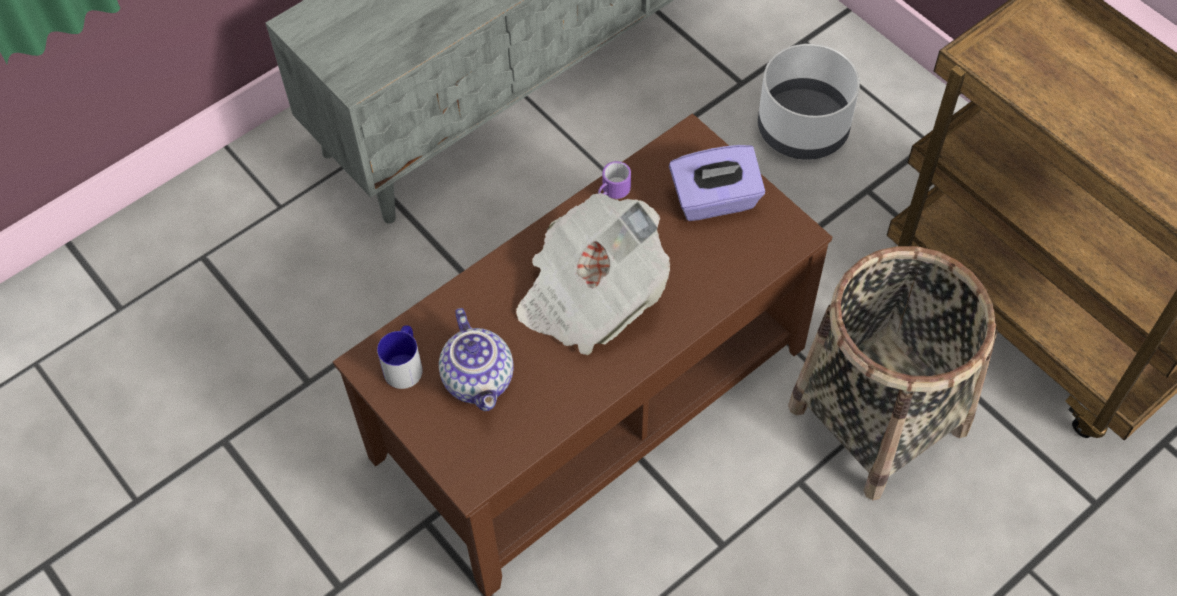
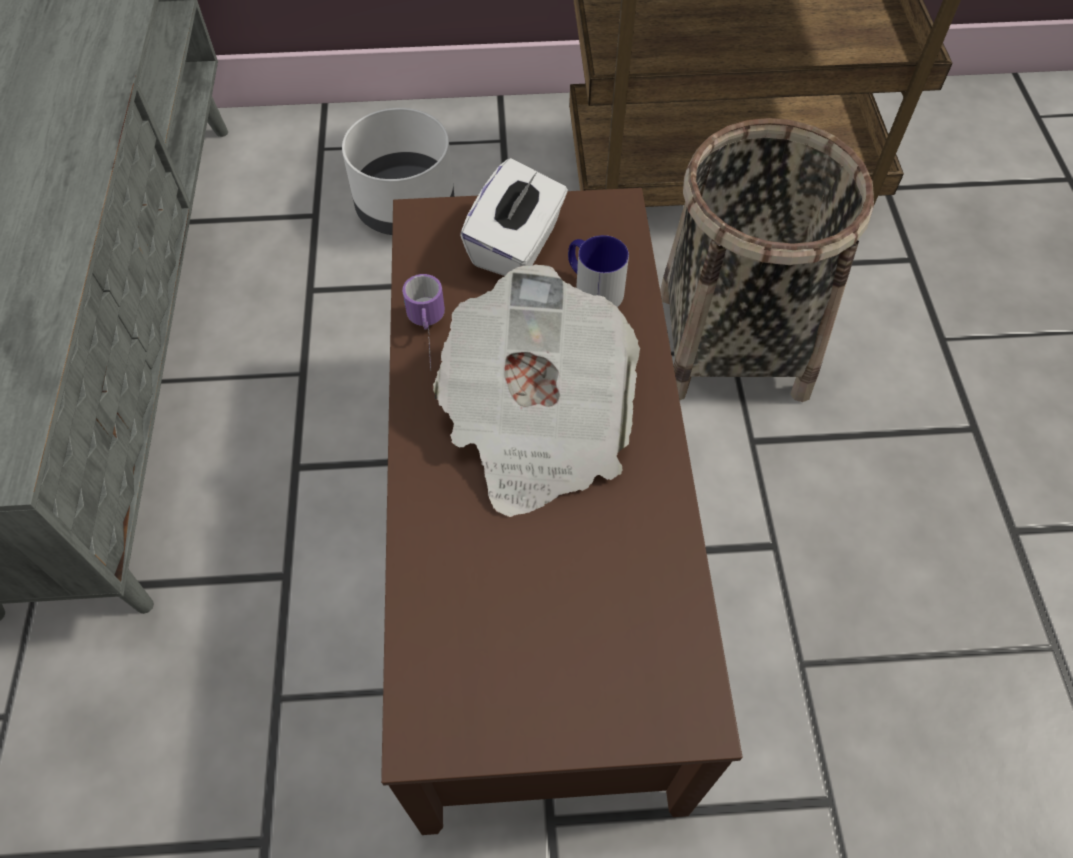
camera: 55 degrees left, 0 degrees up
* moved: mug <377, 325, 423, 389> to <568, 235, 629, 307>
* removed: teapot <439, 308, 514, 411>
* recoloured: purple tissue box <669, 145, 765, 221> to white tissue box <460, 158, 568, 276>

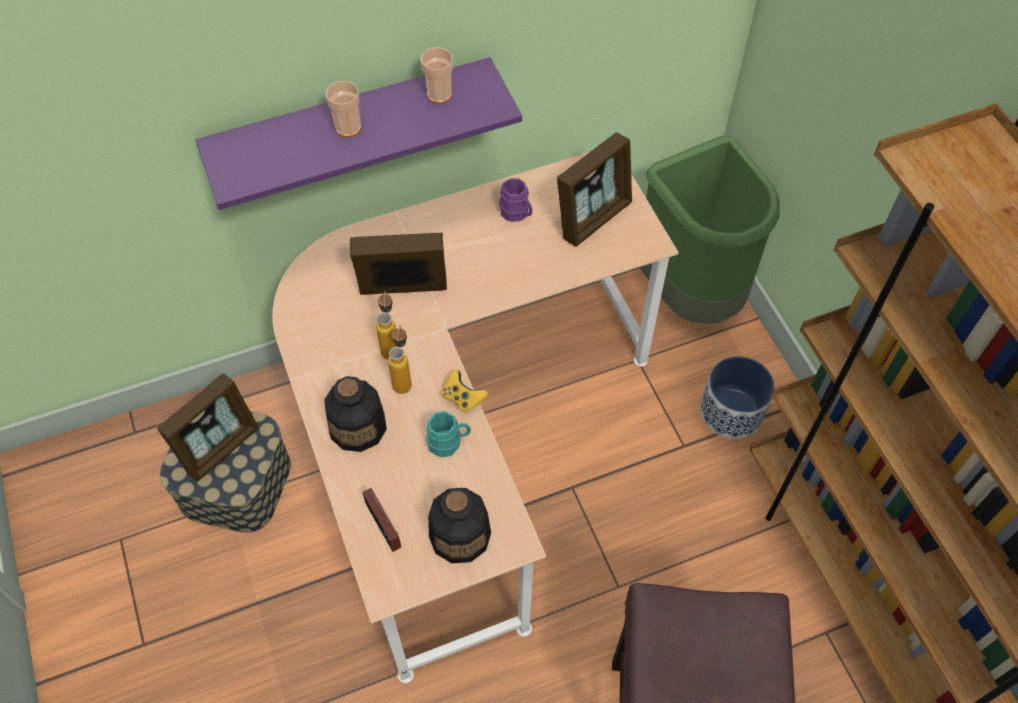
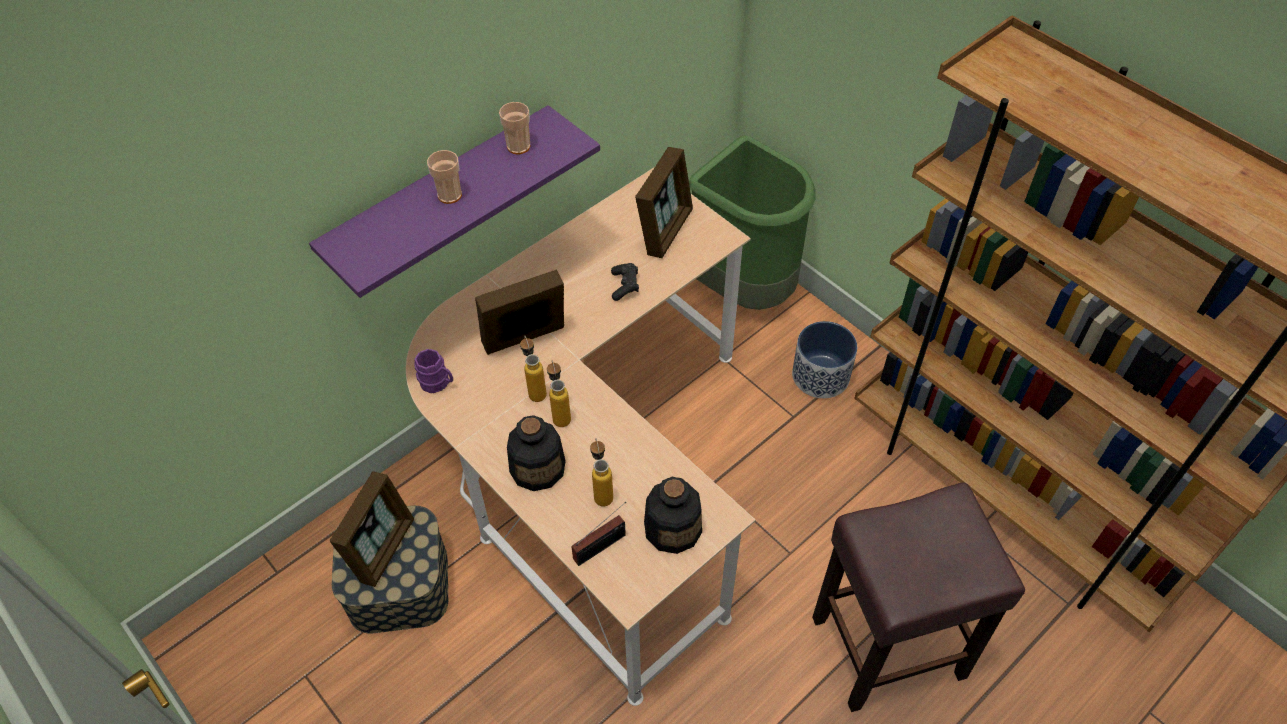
camera: 20 degrees left, 5 degrees down
* turned: radio <363, 488, 401, 552> = <571, 502, 626, 566> 75 degrees counterclockwise
* removed: turquoise mug <426, 411, 471, 457>
* removed: yellow game controller <442, 369, 488, 412>
* moved: purple mug <499, 178, 532, 222> to <414, 349, 453, 393>
* added: bottle <590, 438, 613, 507>
* added: black game controller <611, 263, 639, 301>

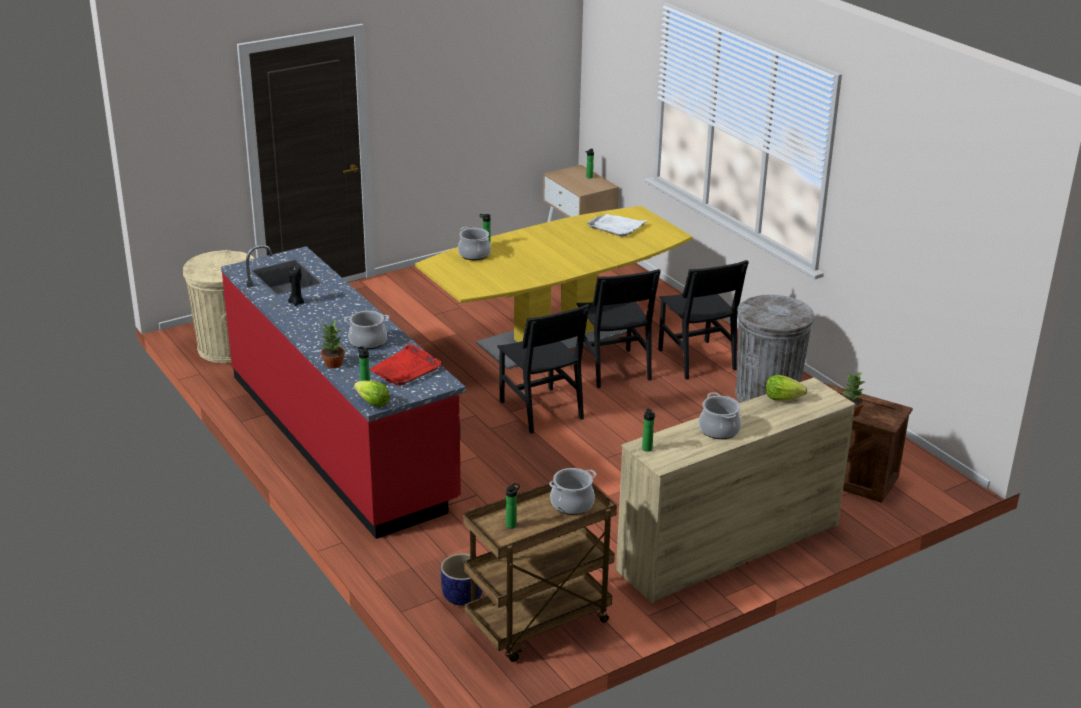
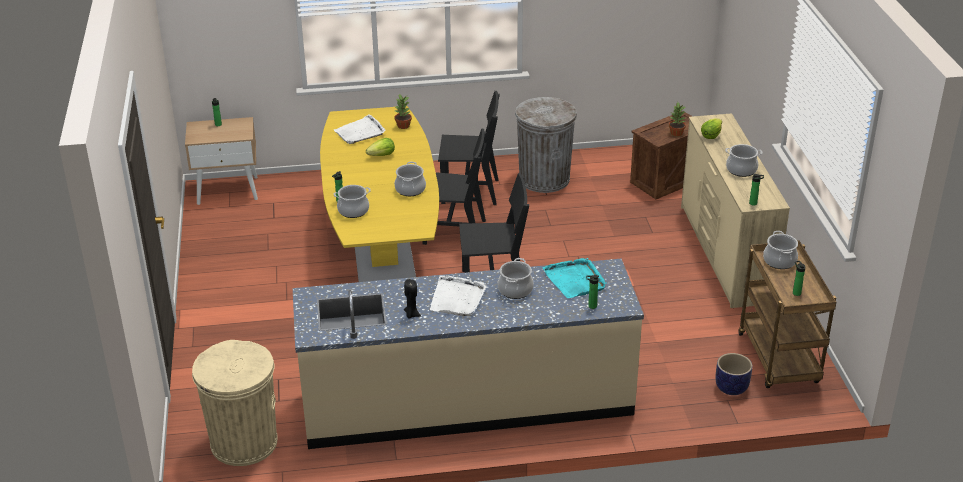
camera: 65 degrees left, 5 degrees up
* recoloured: red counter <221, 245, 466, 539> to beige counter <293, 259, 644, 449>
* moved: potted plant <320, 321, 345, 368> to <394, 94, 412, 129>
* moved: lettuce <354, 381, 390, 407> to <366, 138, 395, 156>
* recoloured: red tray <369, 344, 441, 386> to turquoise tray <543, 258, 607, 298>
* added: cooking pot <395, 162, 426, 196>
* added: white tray <430, 275, 487, 316>

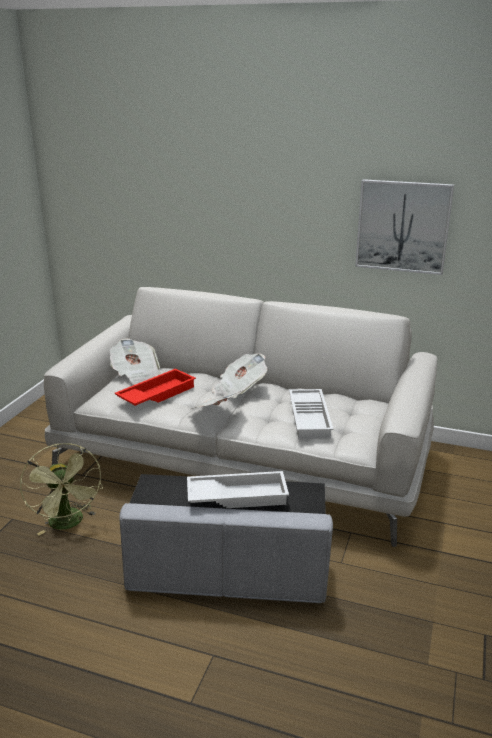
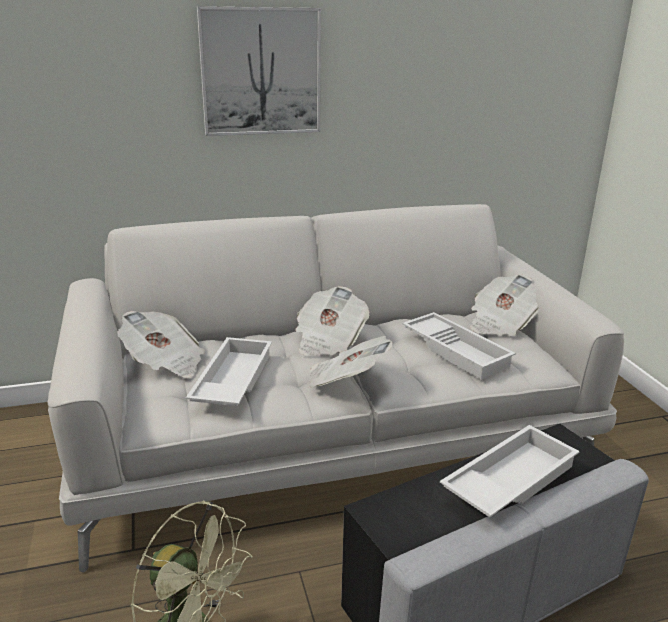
camera: 35 degrees left, 0 degrees up
* recoloured: red tray <114, 369, 196, 406> to white tray <186, 337, 272, 406>
* moved: picture <355, 179, 454, 275> to <197, 6, 321, 136>
* added: newspaper <470, 274, 539, 336>

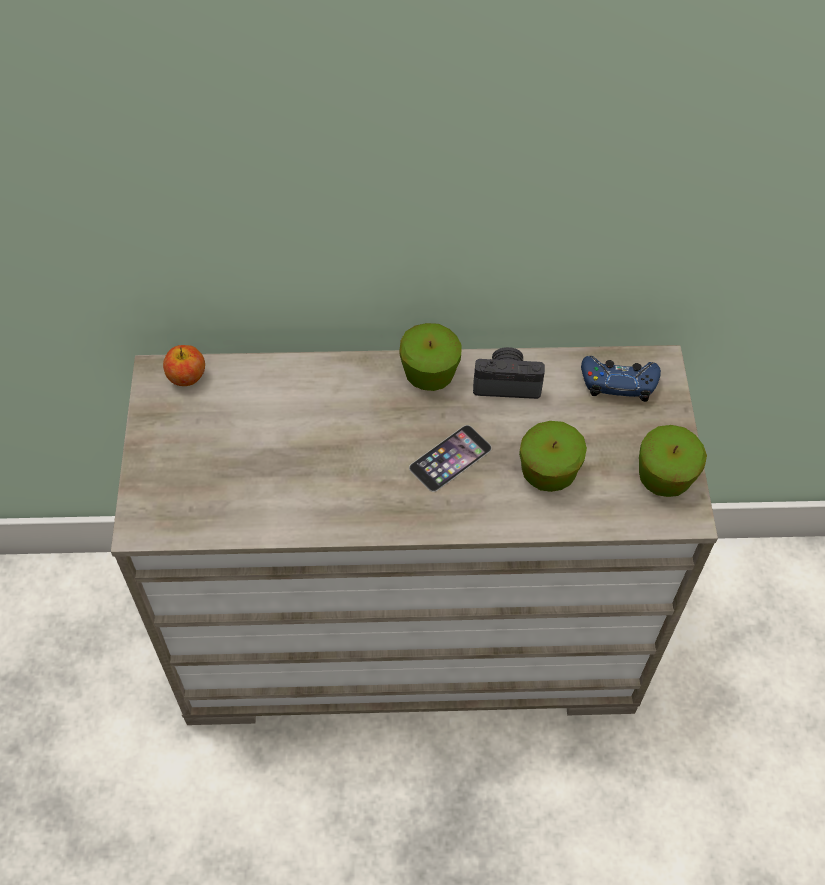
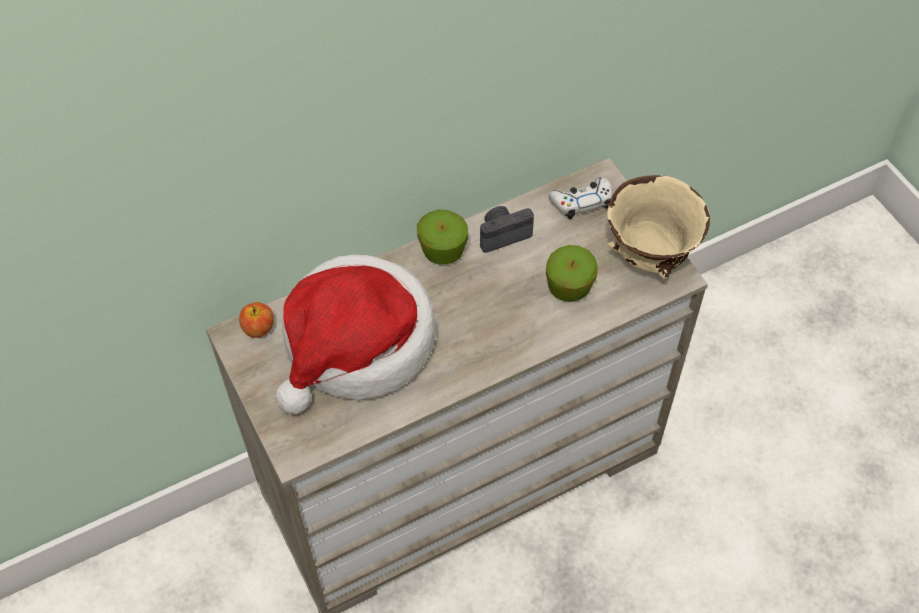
camera: 25 degrees left, 0 degrees up
* removed: phone <409, 425, 492, 492>
* recoloured: blue game controller <581, 356, 661, 402> to white game controller <548, 177, 613, 219>
* replaced: apple <639, 425, 707, 497> to beige bowl <607, 175, 710, 279>
* added: hat <275, 255, 436, 415>

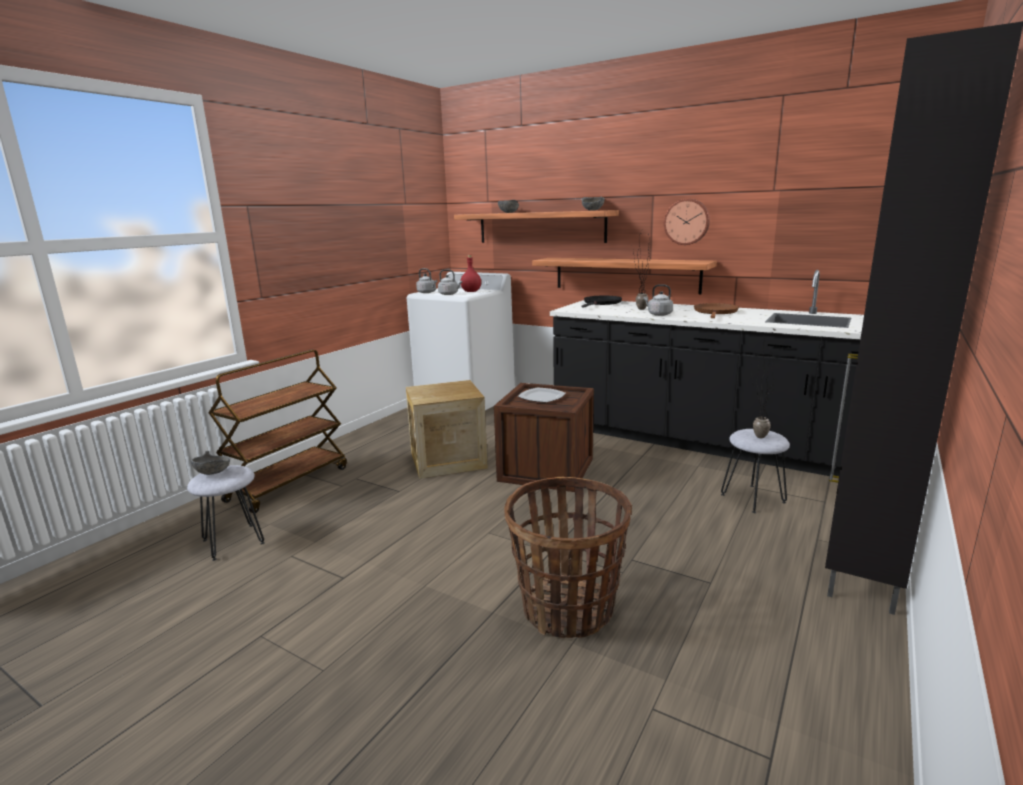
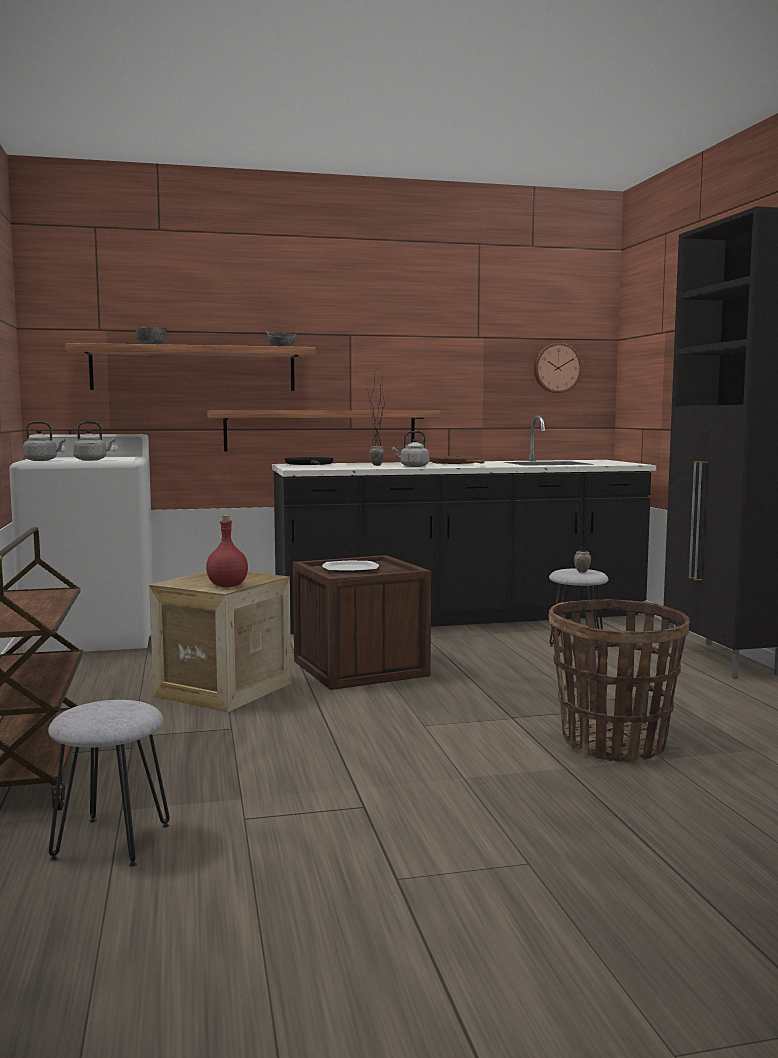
camera: 45 degrees left, 10 degrees down
* removed: grey bowl <191, 451, 230, 475>
* moved: red bottle <461, 255, 481, 292> to <206, 515, 248, 587>
* moved: wall clock <664, 199, 710, 245> to <534, 343, 582, 393>

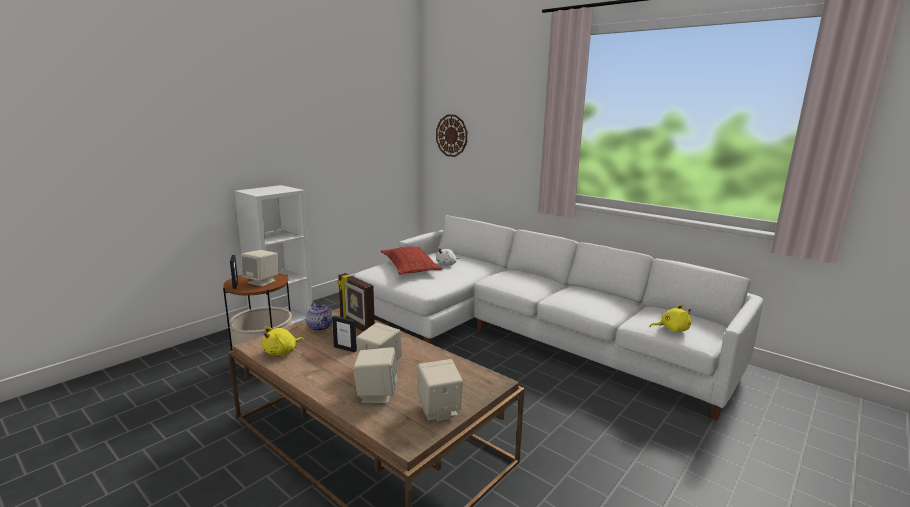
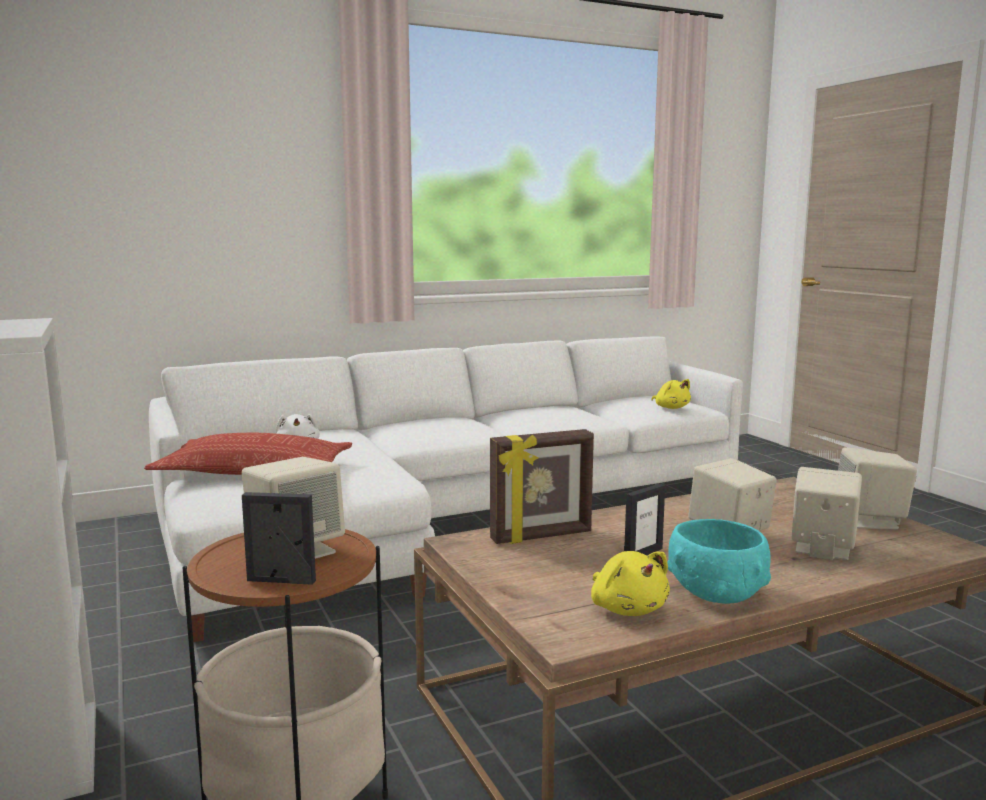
camera: 65 degrees left, 5 degrees down
* removed: teapot <306, 303, 333, 331>
* removed: wall clock <436, 114, 467, 157>
* turned: yellow plush toy <650, 305, 691, 332> = <651, 379, 691, 409> 120 degrees clockwise
* added: turquoise bowl <667, 519, 771, 604>

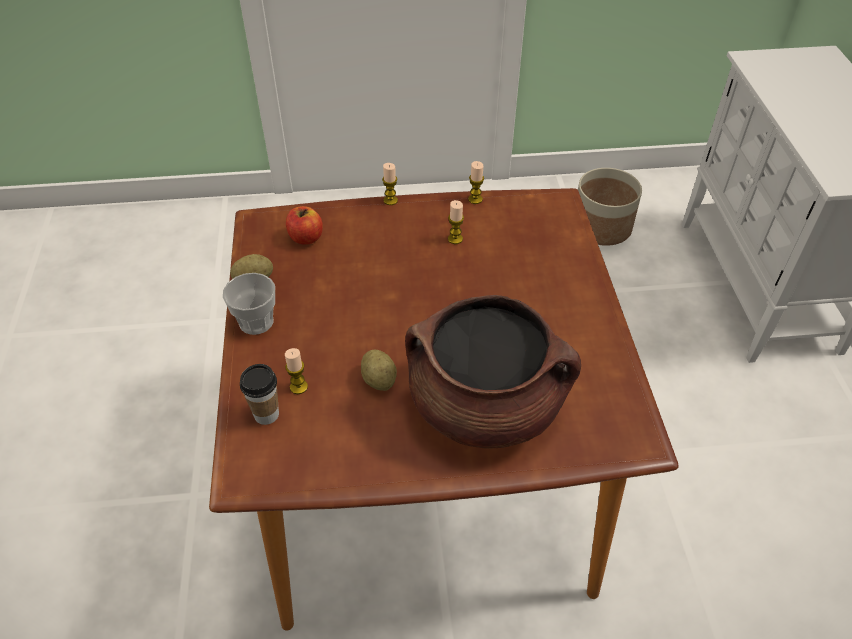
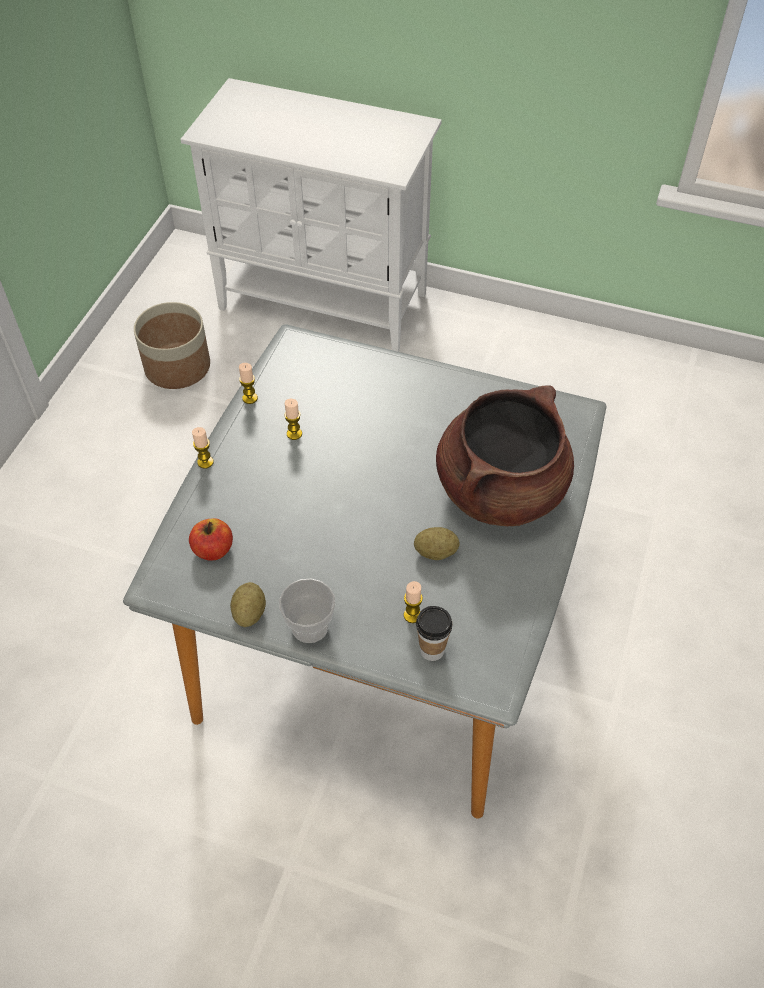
camera: 65 degrees left, 5 degrees up
* recoloured: brown dining table <209, 188, 679, 631> to grey dining table <123, 324, 606, 818>

